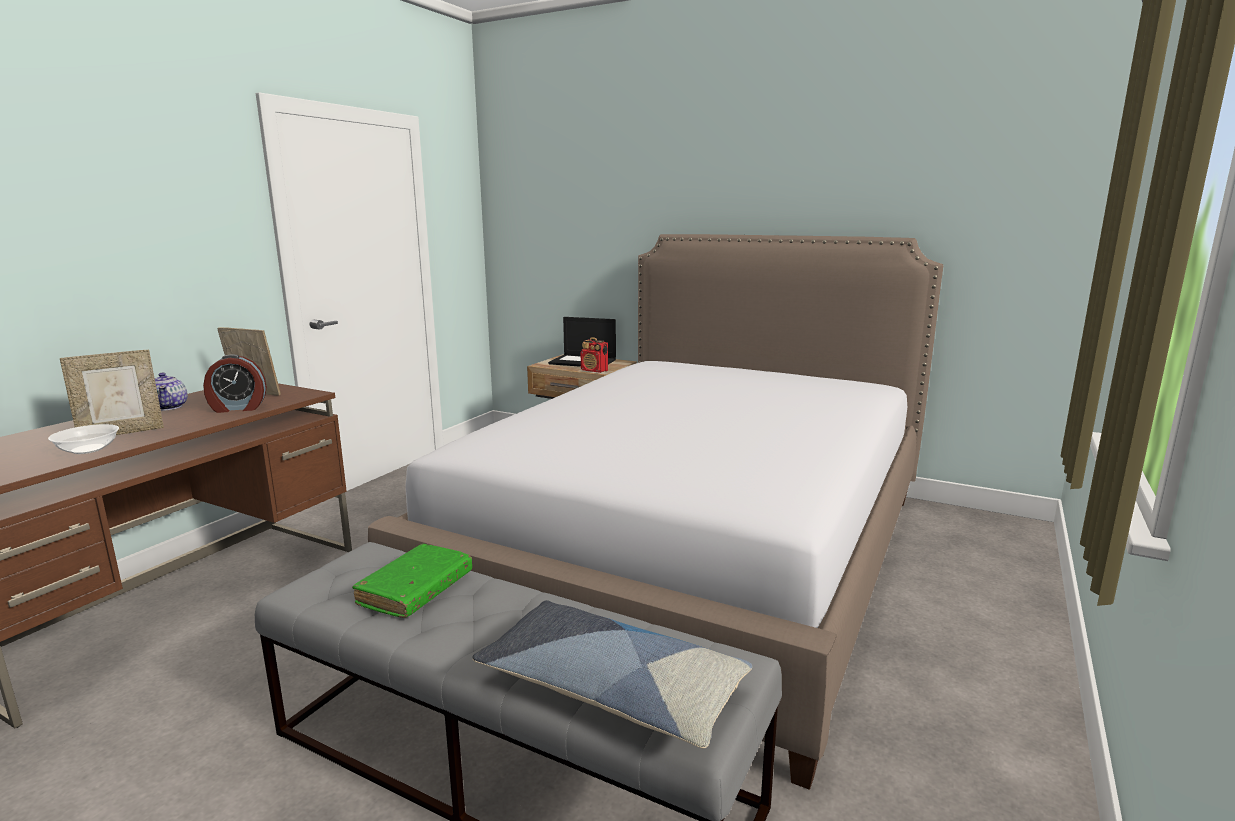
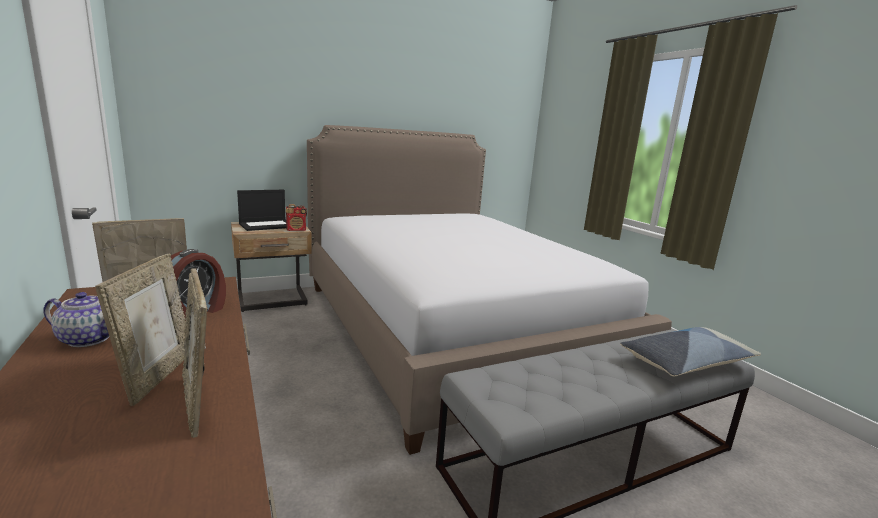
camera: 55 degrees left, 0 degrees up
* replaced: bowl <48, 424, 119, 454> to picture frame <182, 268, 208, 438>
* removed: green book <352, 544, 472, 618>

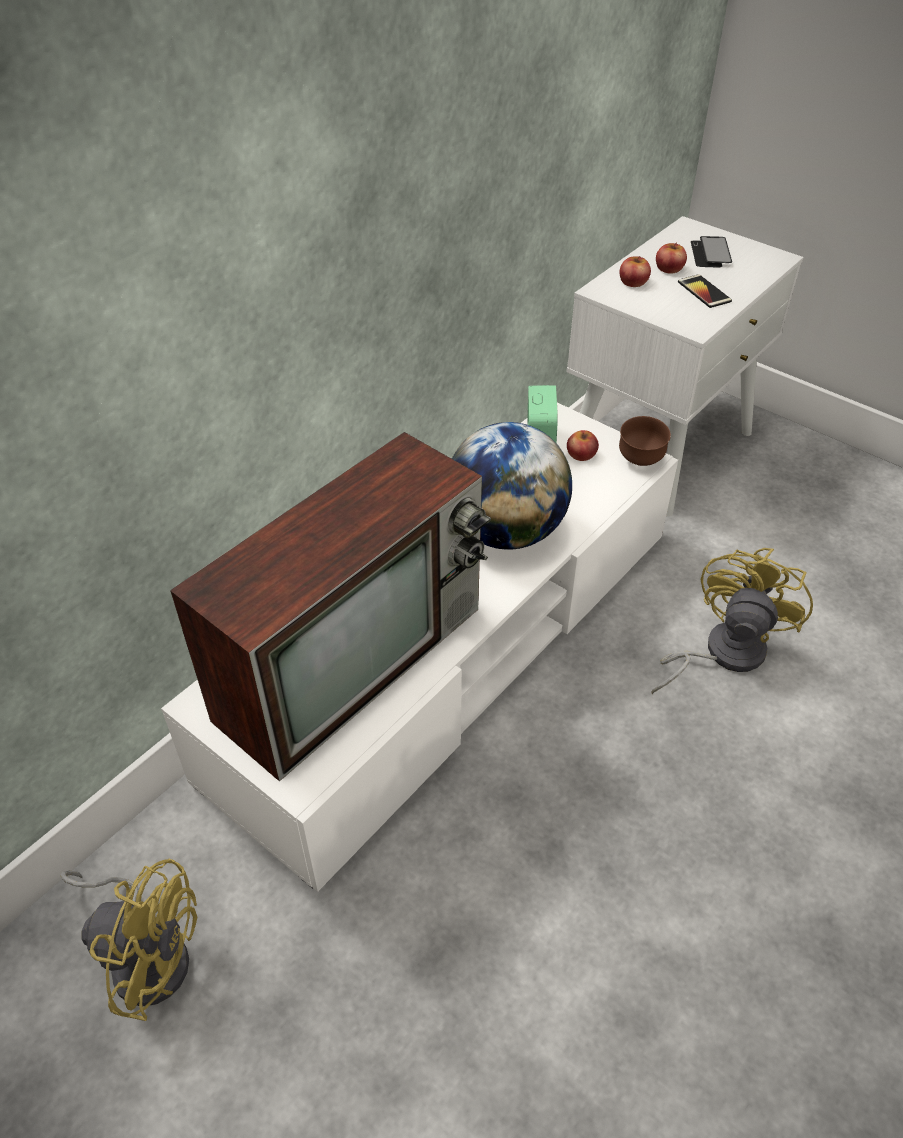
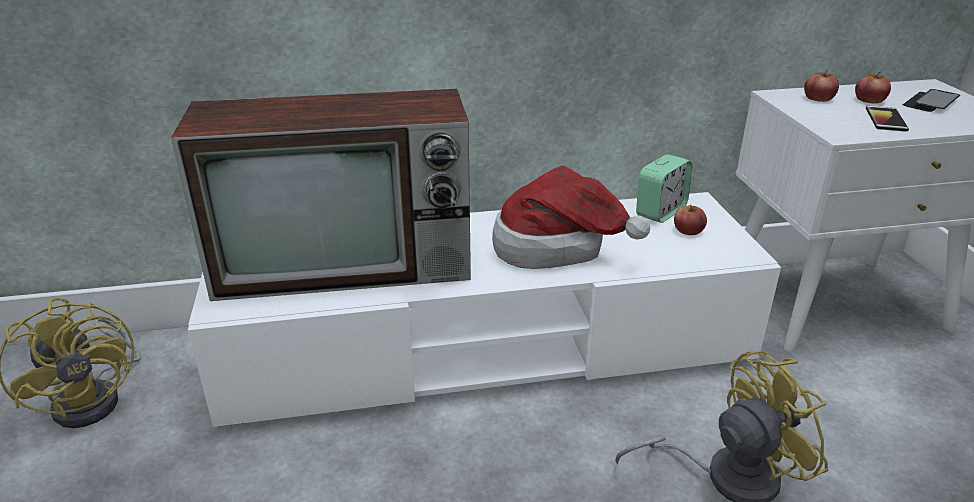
camera: 40 degrees right, 15 degrees down
* replaced: globe <452, 422, 572, 550> to hat <492, 166, 650, 269>
* removed: brown bowl <619, 416, 671, 466>

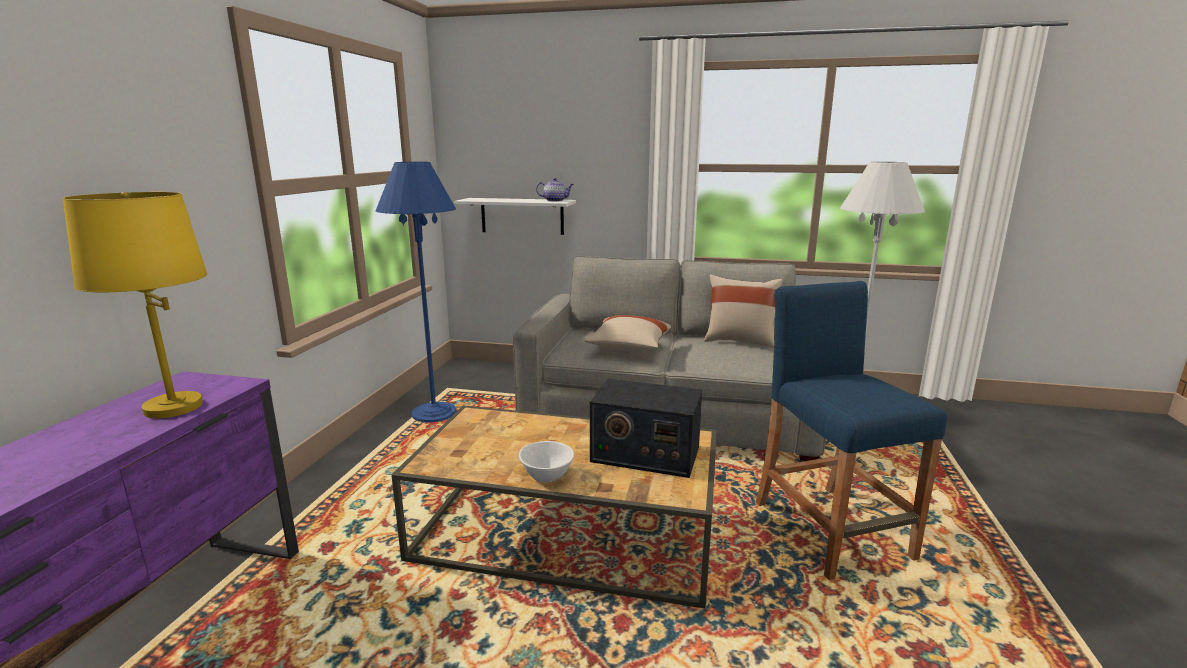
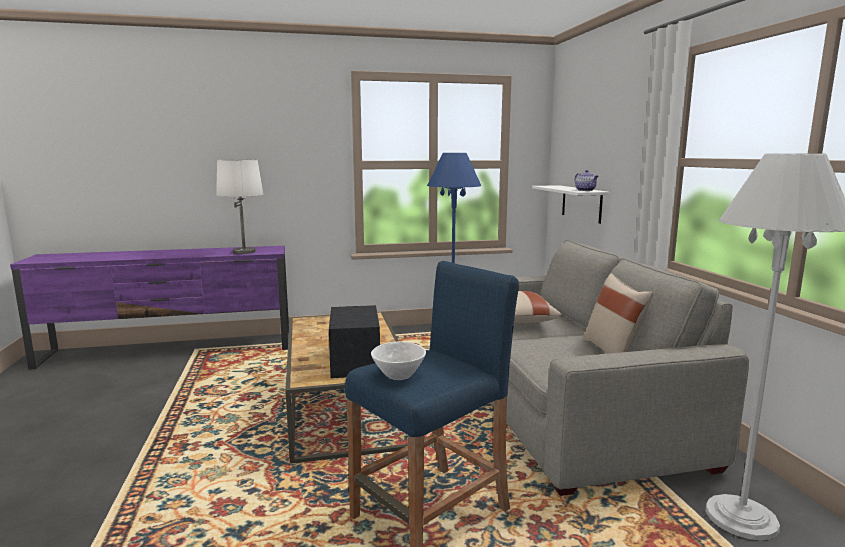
camera: 65 degrees right, 5 degrees down
* recoloured: yellow table lamp <63, 192, 207, 419> to white table lamp <216, 159, 263, 254>
* moved: white bowl <519, 441, 574, 482> to <371, 341, 426, 380>

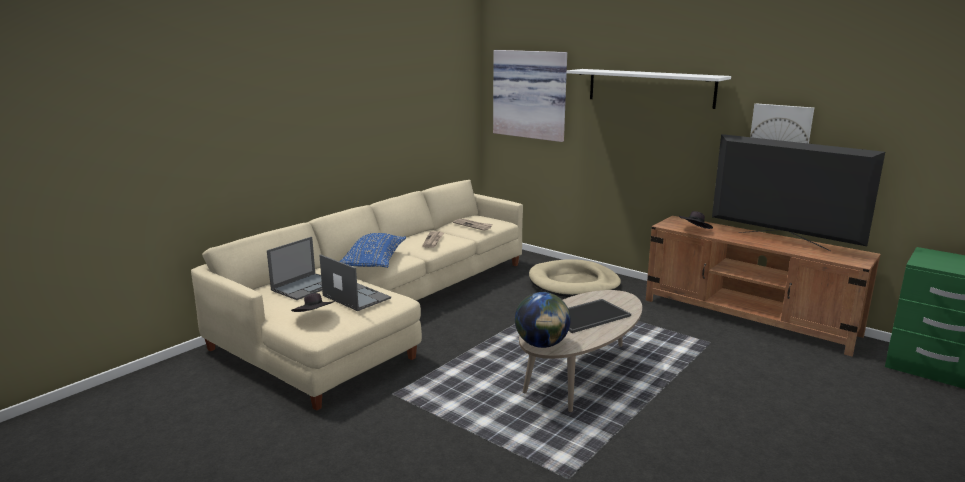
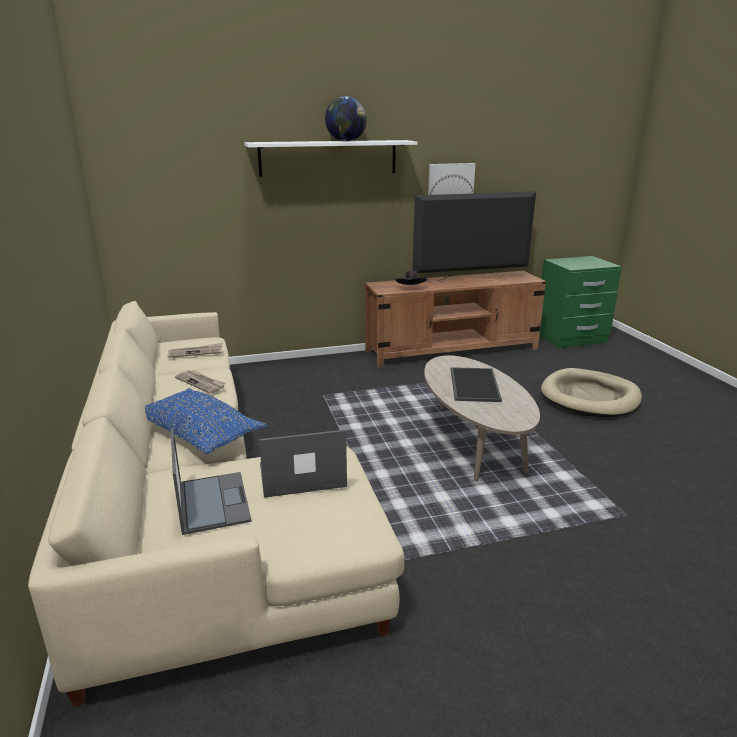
camera: 55 degrees left, 5 degrees up
* removed: black hat <291, 293, 335, 312>
* removed: picture <493, 50, 567, 142>
* moved: globe <515, 292, 571, 348> to <325, 96, 367, 142>
* moved: beige dog bed <529, 259, 621, 297> to <541, 368, 642, 417>

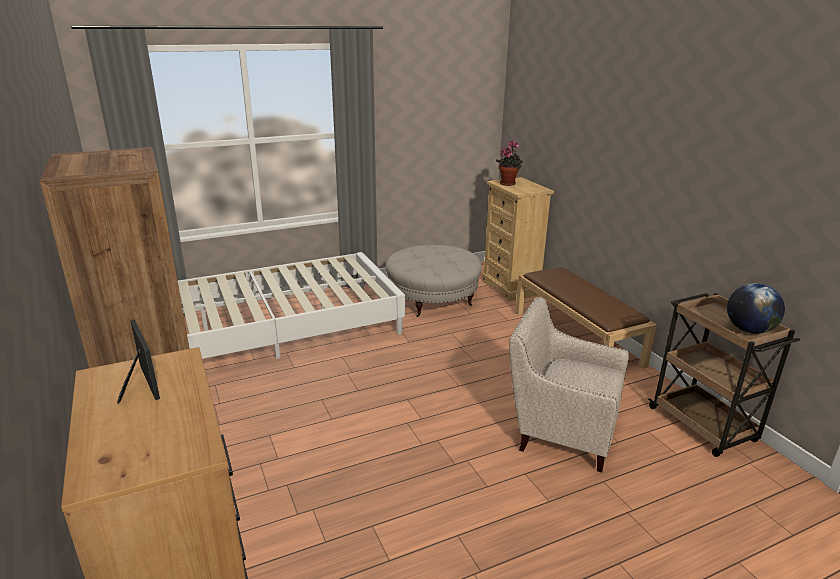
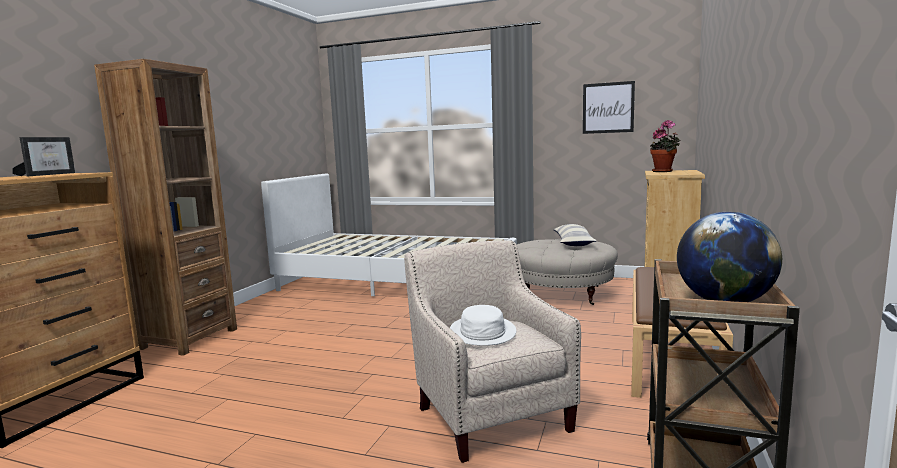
camera: 45 degrees right, 15 degrees down
* added: white hat <450, 305, 516, 346>
* added: pillow <553, 224, 596, 246>
* added: picture <583, 81, 635, 134>

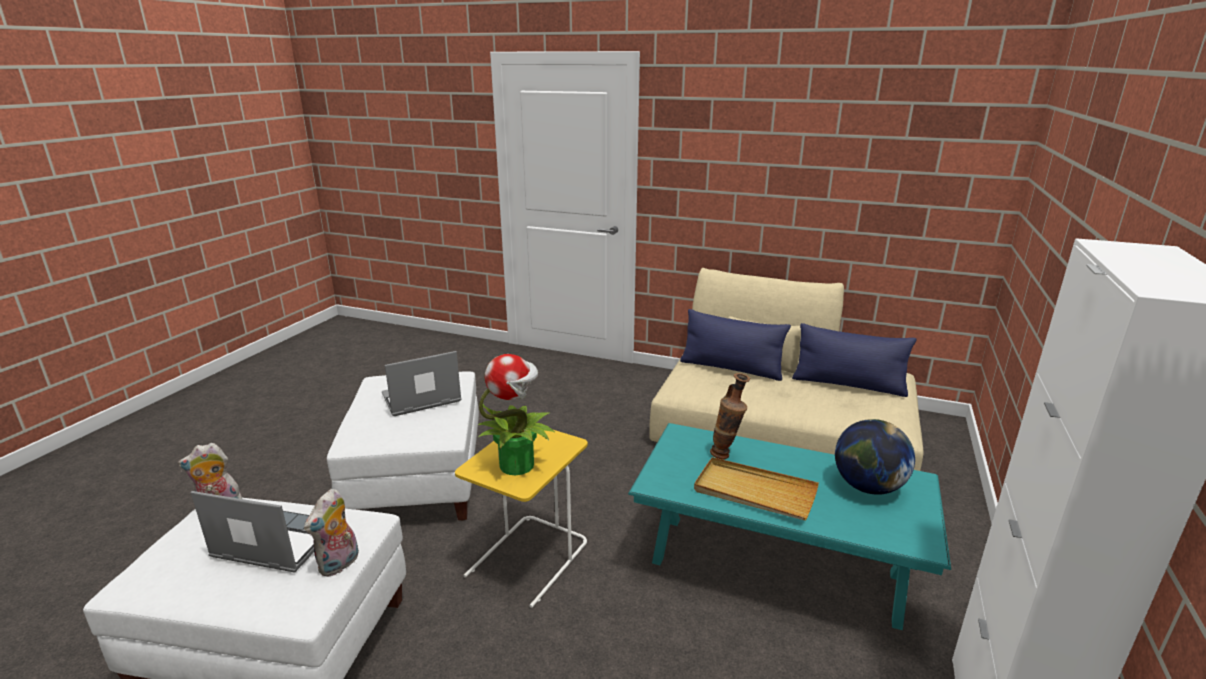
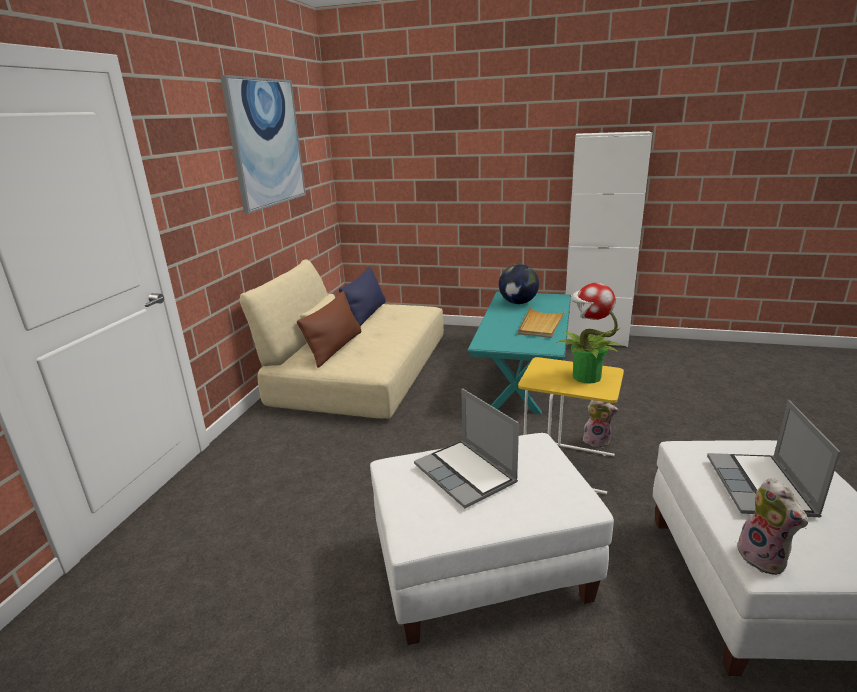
camera: 95 degrees left, 0 degrees up
* moved: plush toy <304, 489, 359, 577> to <583, 400, 618, 447>
* recoloured: blue pillow <680, 309, 791, 381> to brown pillow <297, 291, 362, 368>
* removed: vase <710, 373, 750, 459>
* added: picture <220, 75, 306, 214>

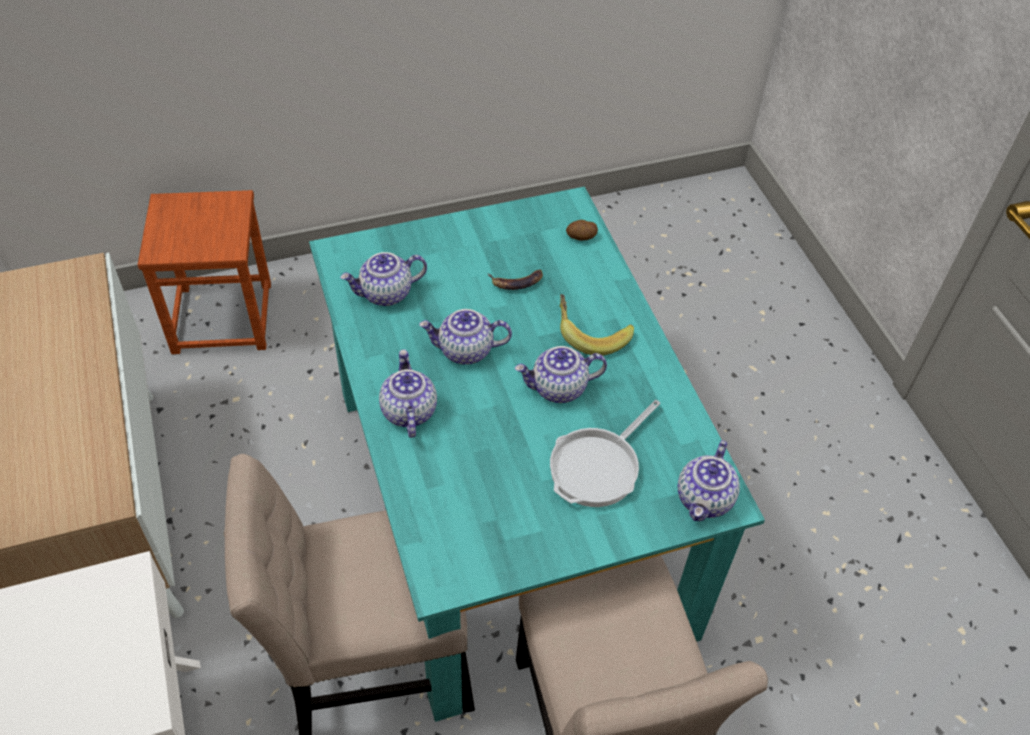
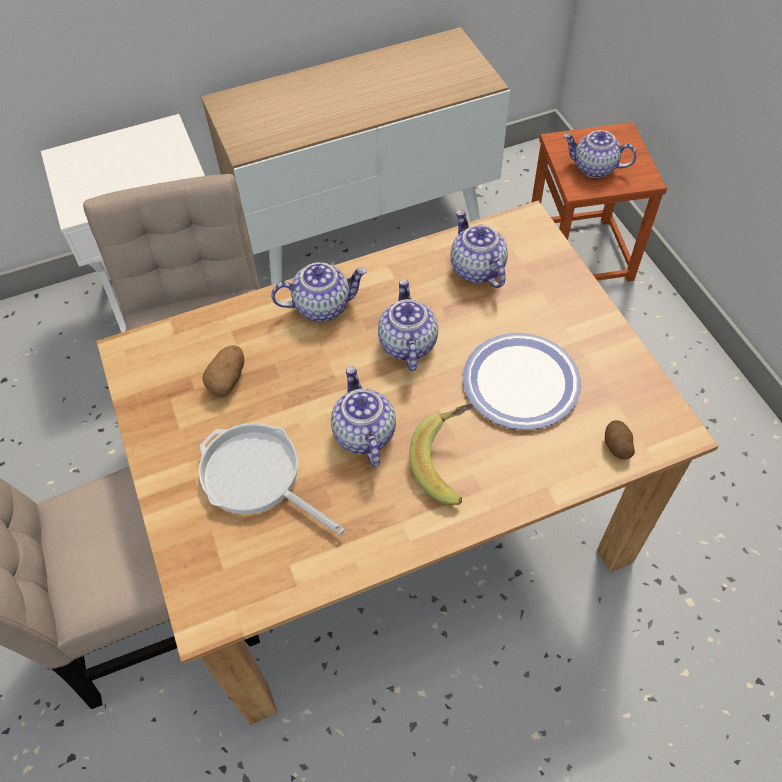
camera: 90 degrees right, 5 degrees up
* recoloured: turquoise dining table <309, 186, 765, 722> to brown dining table <96, 201, 719, 725>
* replaced: banana <488, 269, 543, 290> to plate <463, 333, 581, 430>
* moved: teapot <678, 440, 740, 521> to <563, 130, 637, 178>
* added: potato <203, 346, 244, 397>

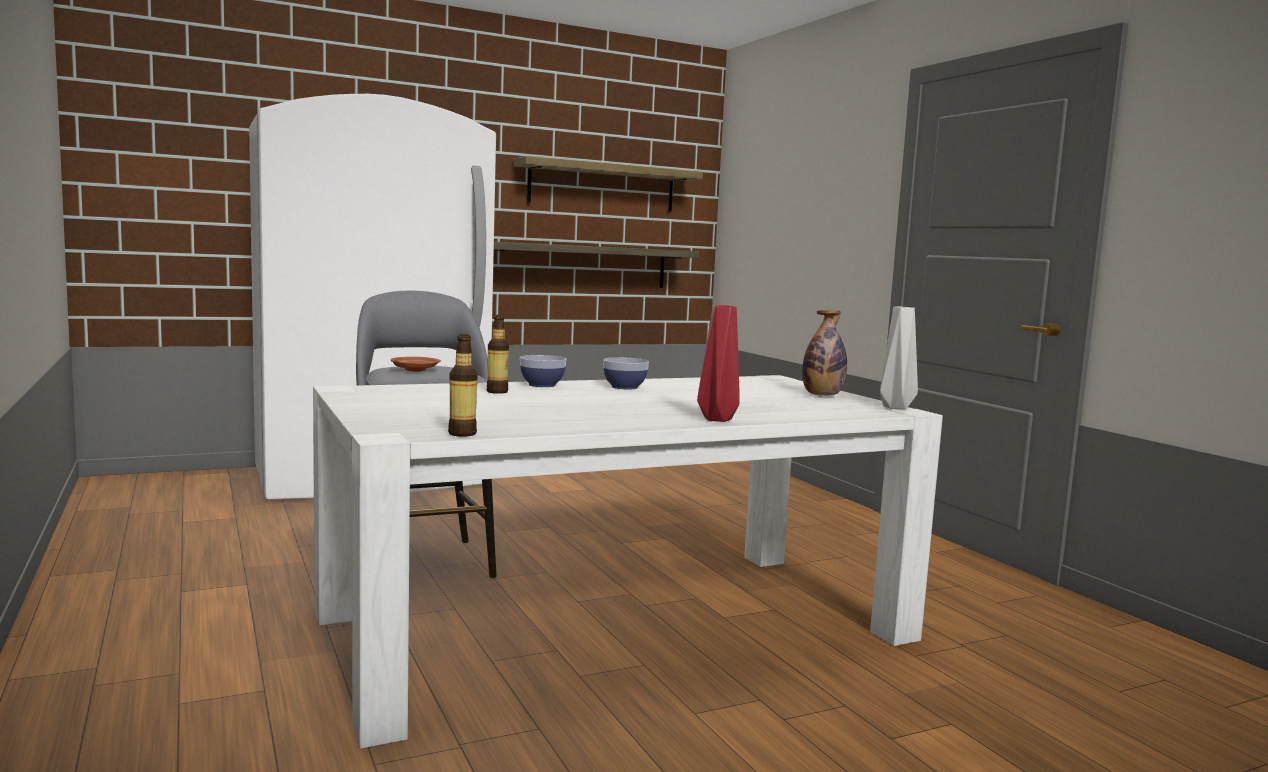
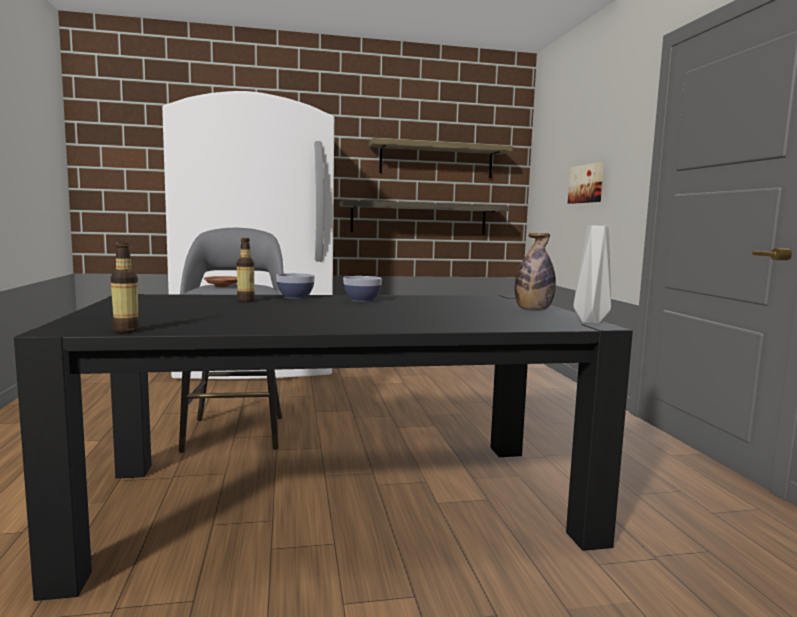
camera: 15 degrees right, 0 degrees up
* recoloured: white dining table <313, 375, 943, 749> to black dining table <14, 294, 633, 601>
* removed: red vase <697, 305, 740, 422>
* added: picture <568, 162, 604, 204>

